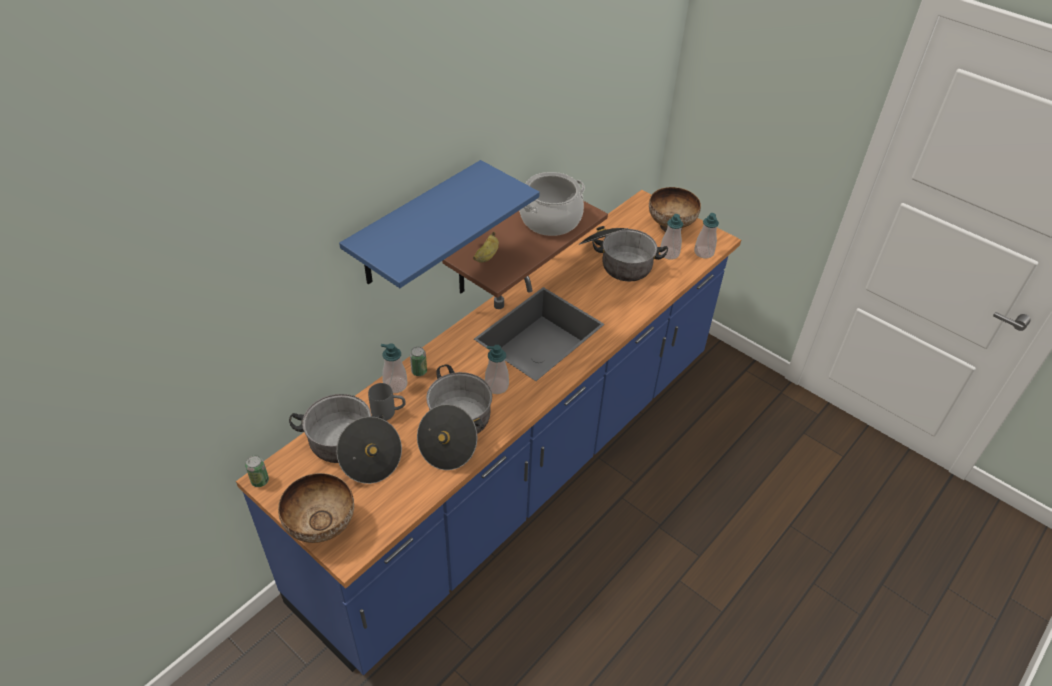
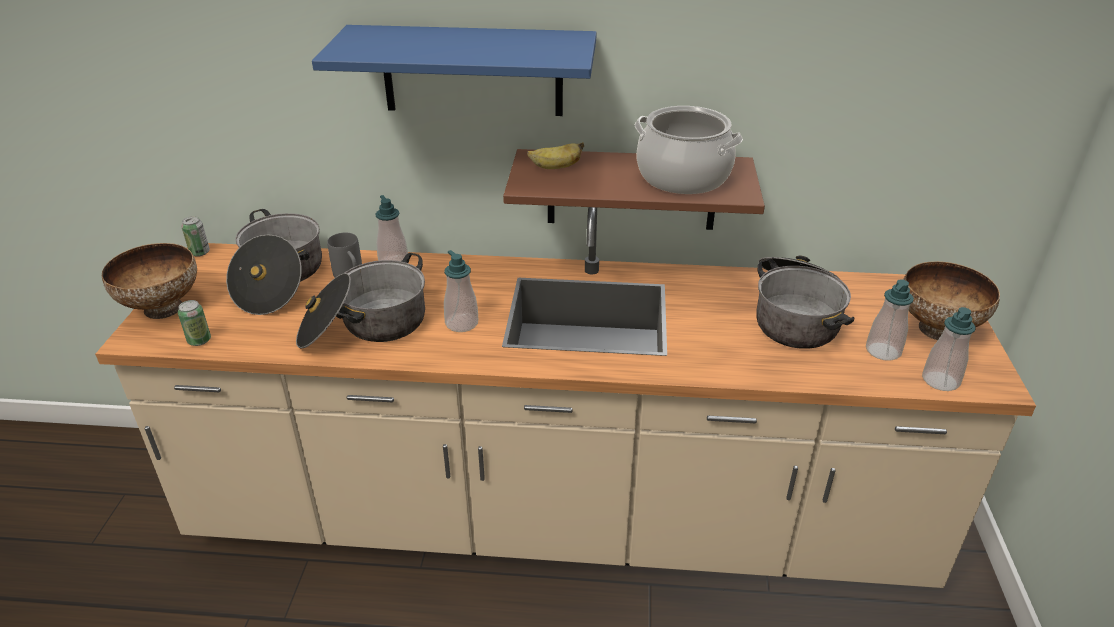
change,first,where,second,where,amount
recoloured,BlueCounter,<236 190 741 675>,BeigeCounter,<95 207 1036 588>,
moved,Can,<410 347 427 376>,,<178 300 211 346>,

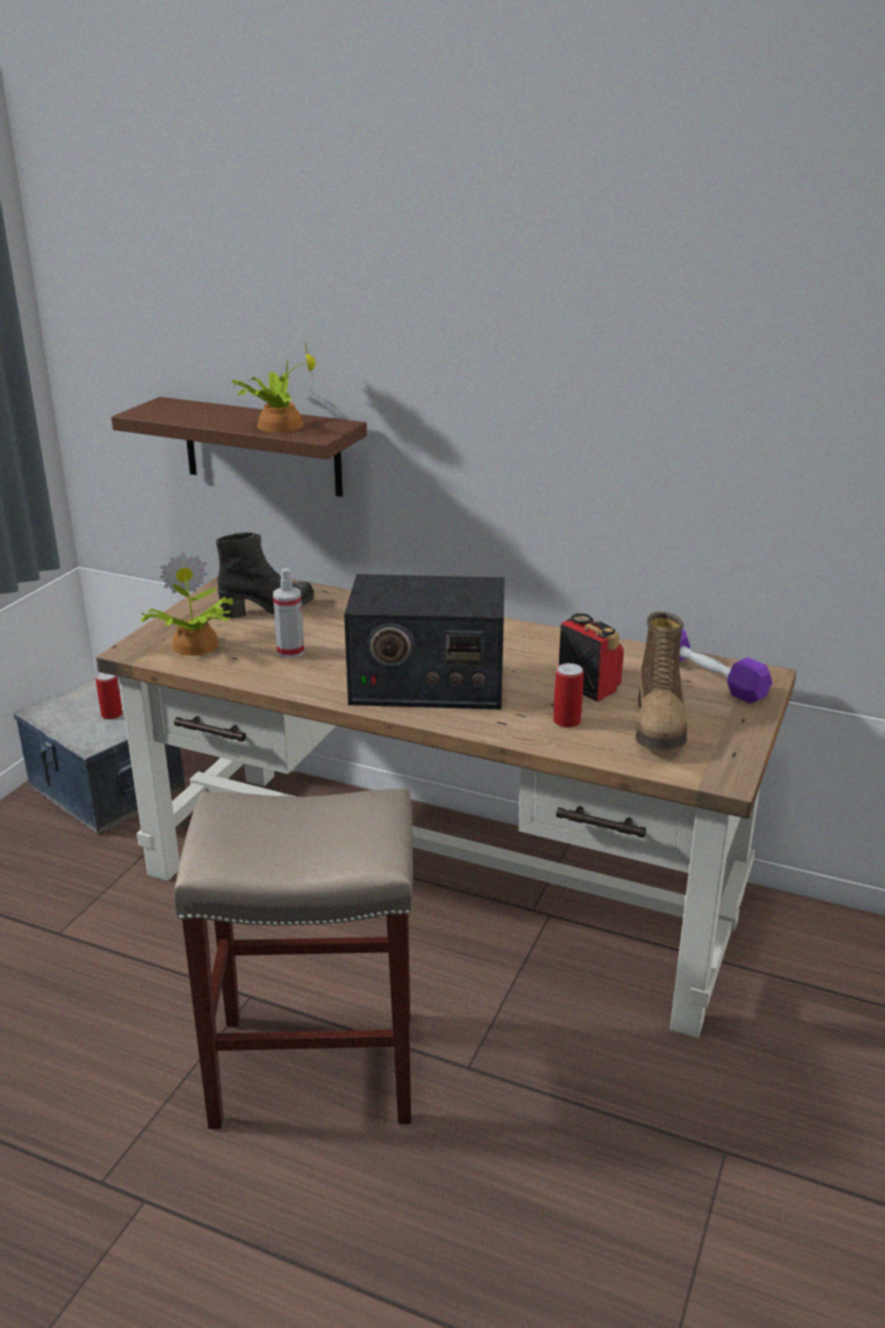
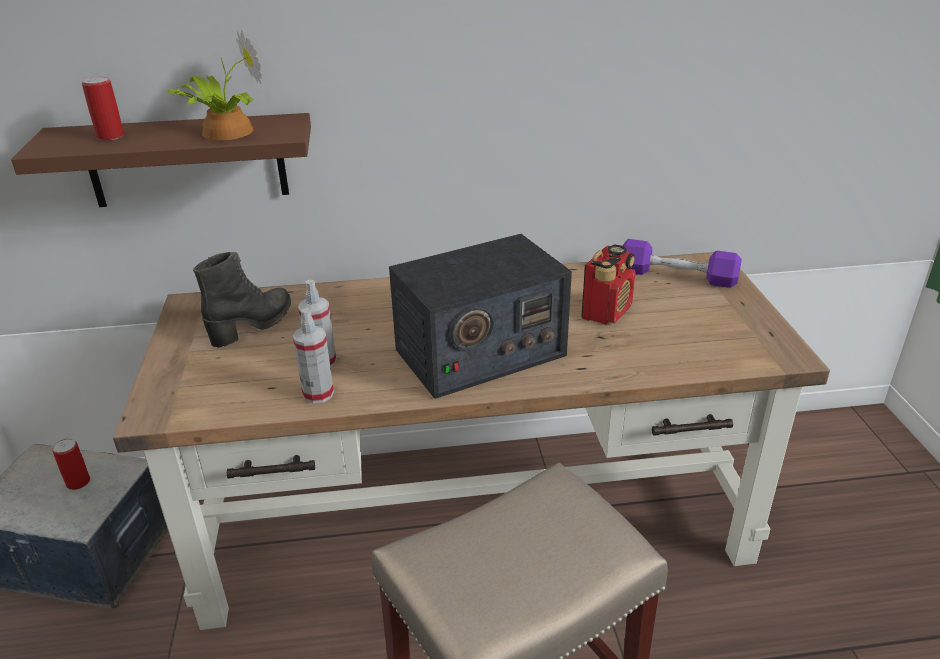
change,first,where,second,where,amount
removed,PottedPlant,<141 553 233 656>,,,
moved,Can,<553 663 584 728>,,<82 76 124 141>,
turned,Radio,<559 613 624 702>,,<581 245 636 325>,105 degrees clockwise
removed,Boot,<635 611 687 751>,,,
added,,,SprayBottle,<293 308 334 404>,

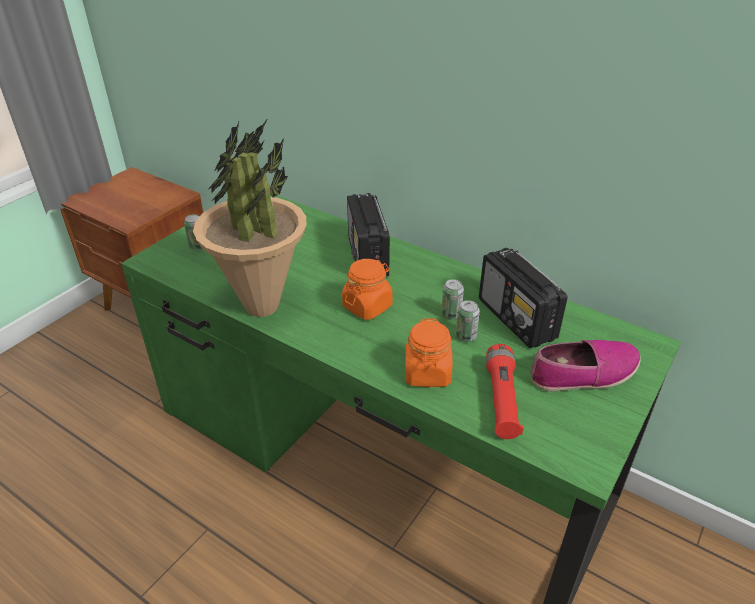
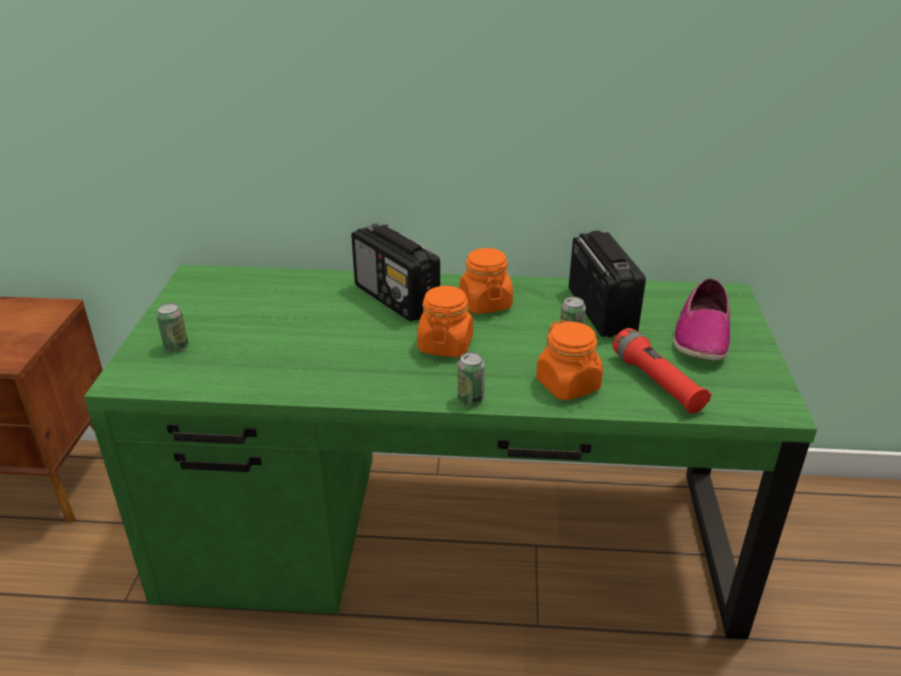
change,first,where,second,where,amount
removed,PottedPlant,<193 118 306 317>,,,
moved,Can,<441 279 464 320>,,<458 352 485 406>,
turned,Radio,<479 248 568 348>,,<569 231 646 337>,135 degrees counterclockwise
turned,Shoe,<531 340 641 392>,,<673 278 730 361>,150 degrees clockwise
added,,,OrangeJar,<460 248 513 314>,

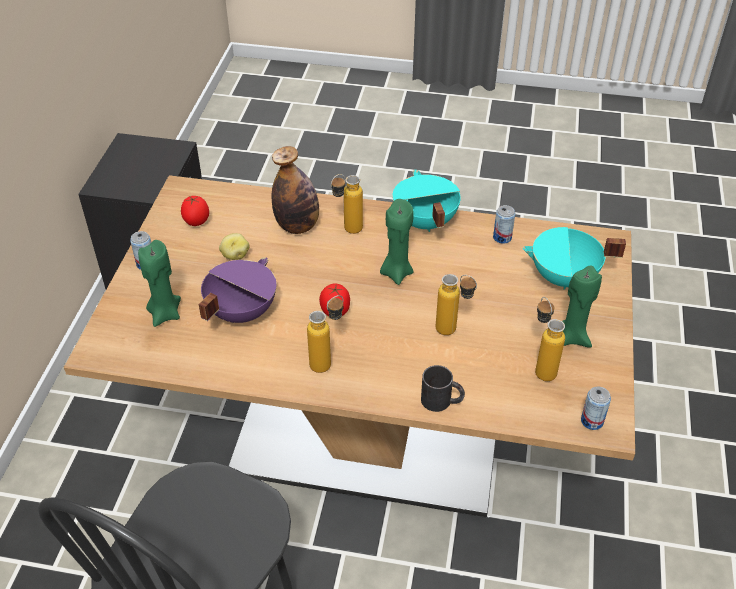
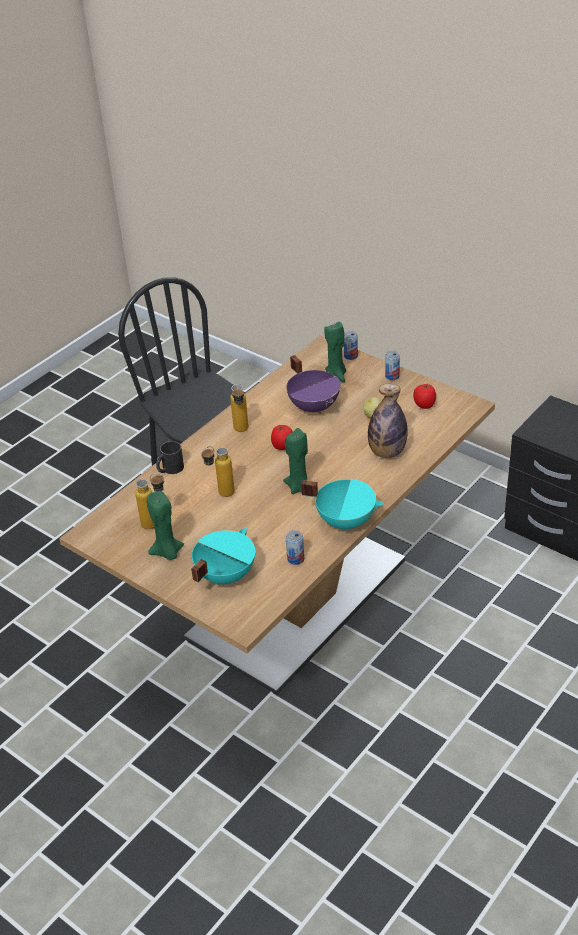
change,first,where,second,where,amount
removed,Bottle,<331 174 363 234>,,,
moved,Can,<581 387 611 430>,,<344 331 358 360>,

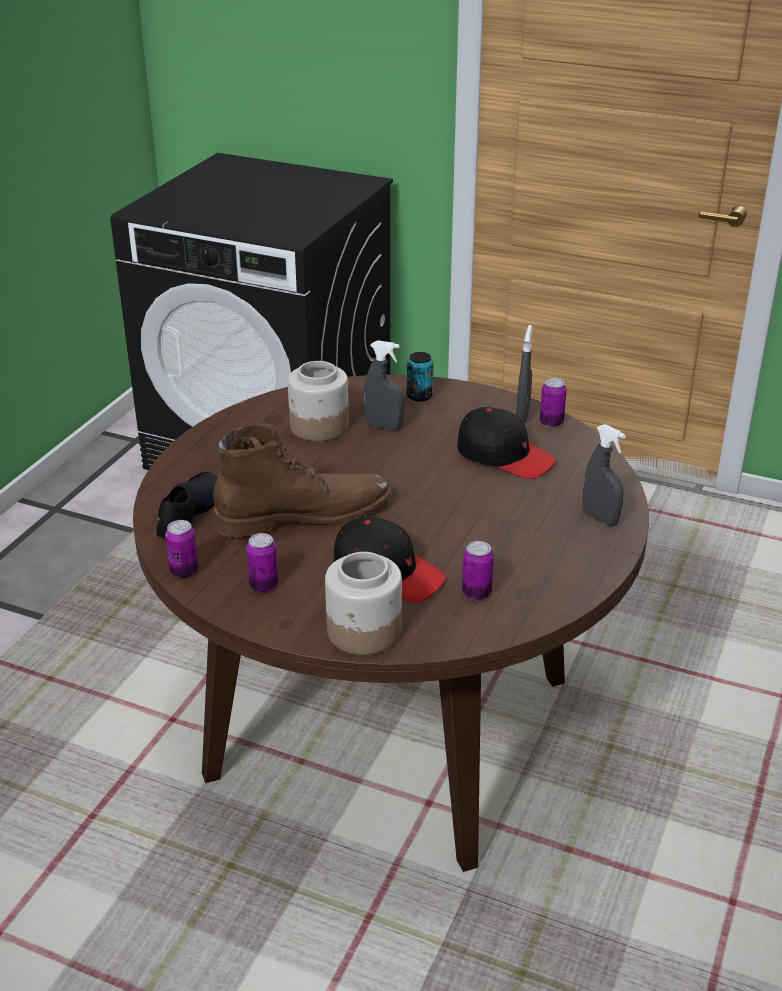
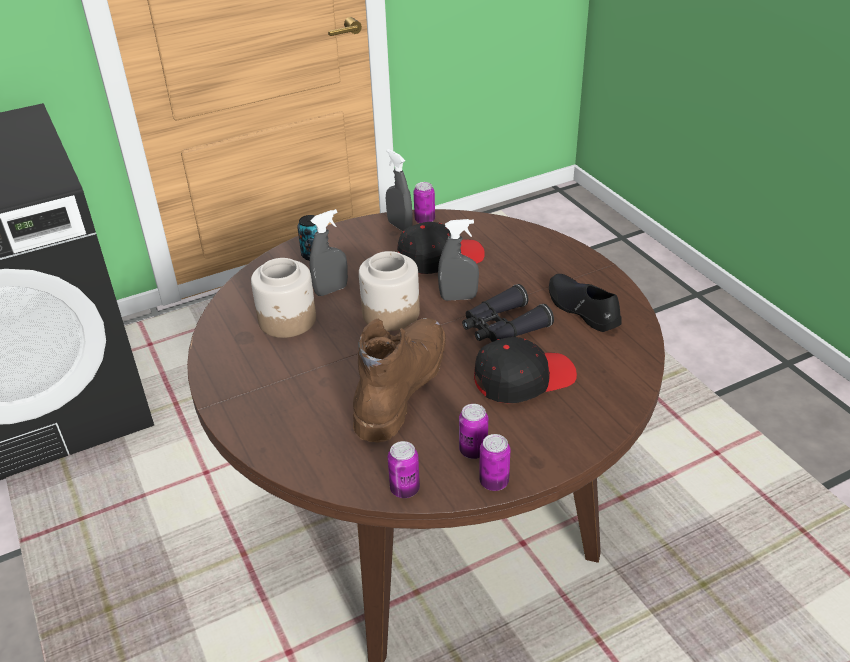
change,first,where,second,where,amount
moved,BlackShoe,<156 472 218 537>,,<549 274 622 332>,
moved,Jar,<325 552 402 655>,,<359 251 420 331>,
moved,Can,<462 541 494 600>,,<479 434 511 491>,
moved,GreySprayBottle,<582 424 626 526>,,<438 219 479 301>,
added,,,BlackBinoculars,<462 284 554 342>,

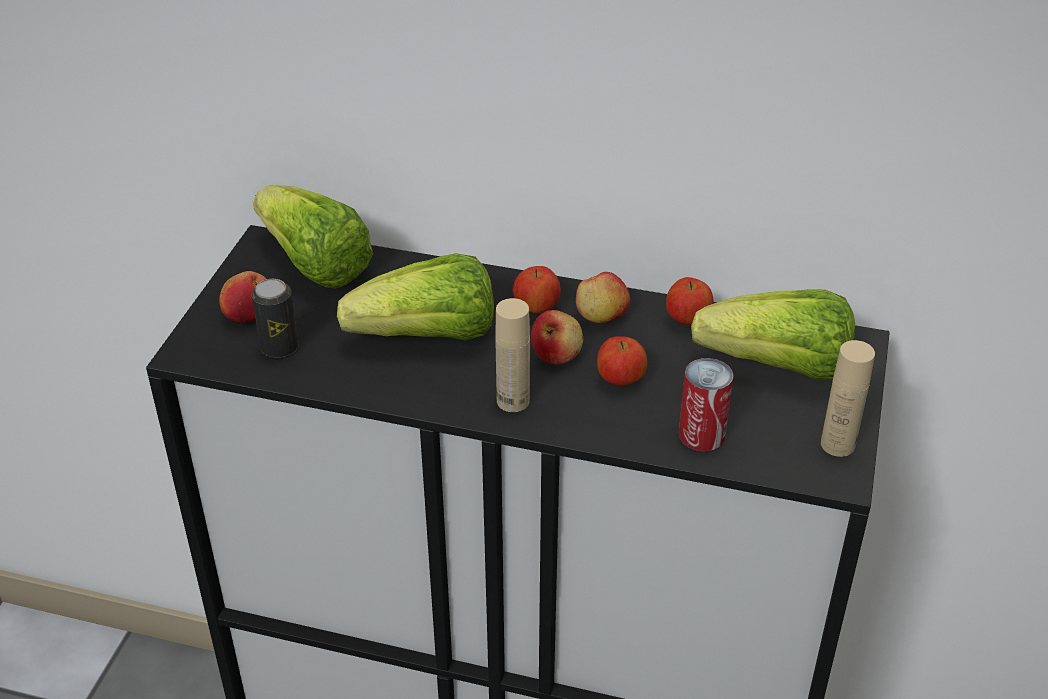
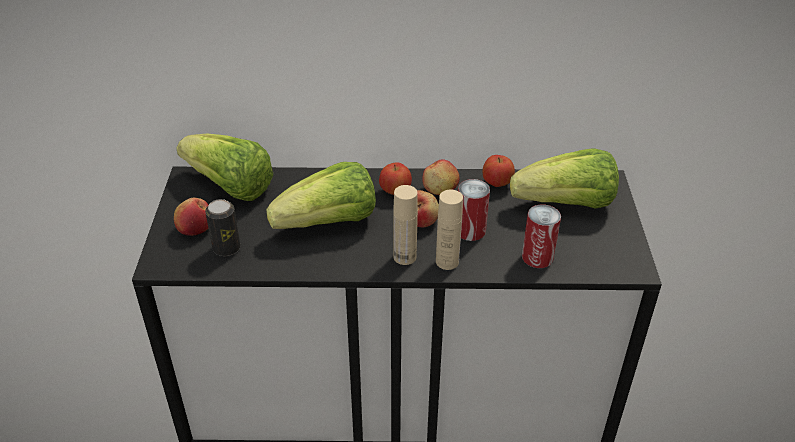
change,first,where,second,where,amount
replaced,Apple,<597 336 647 386>,Can,<458 179 490 241>,
moved,BeigeBottle,<821 340 875 457>,,<436 190 463 270>,

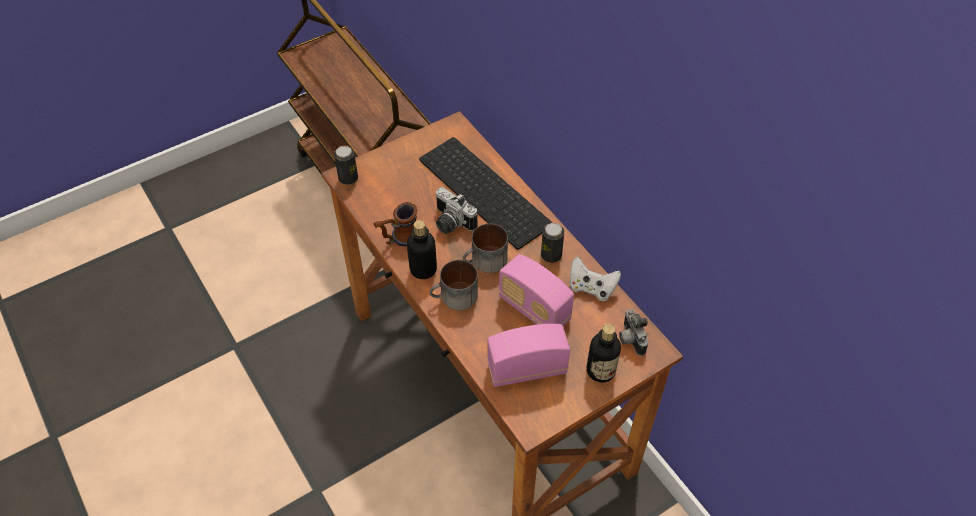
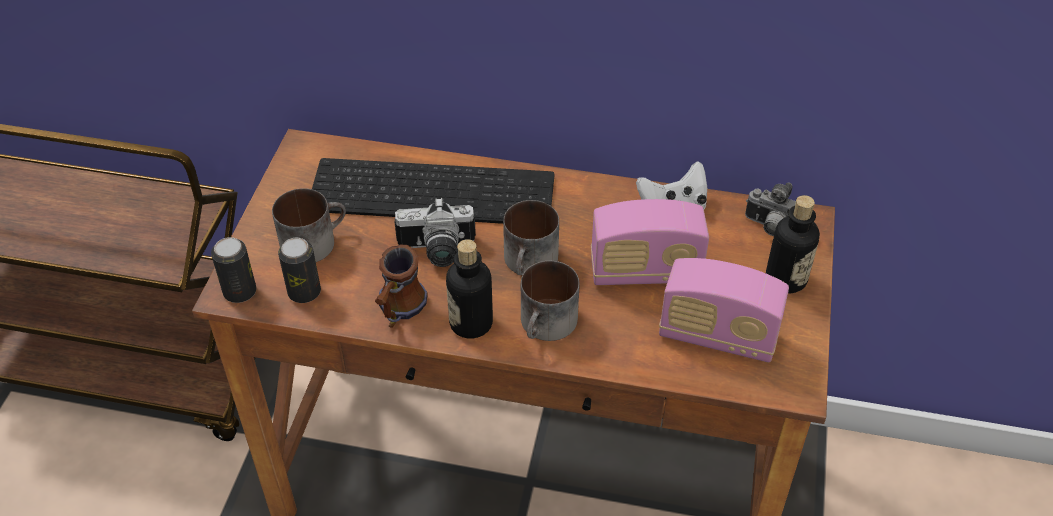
change,first,where,second,where,amount
turned,Radio,<487 324 570 387>,,<659 258 789 363>,105 degrees counterclockwise
moved,Can,<541 223 564 263>,,<278 238 321 303>,
added,,,Mug,<272 188 346 262>,

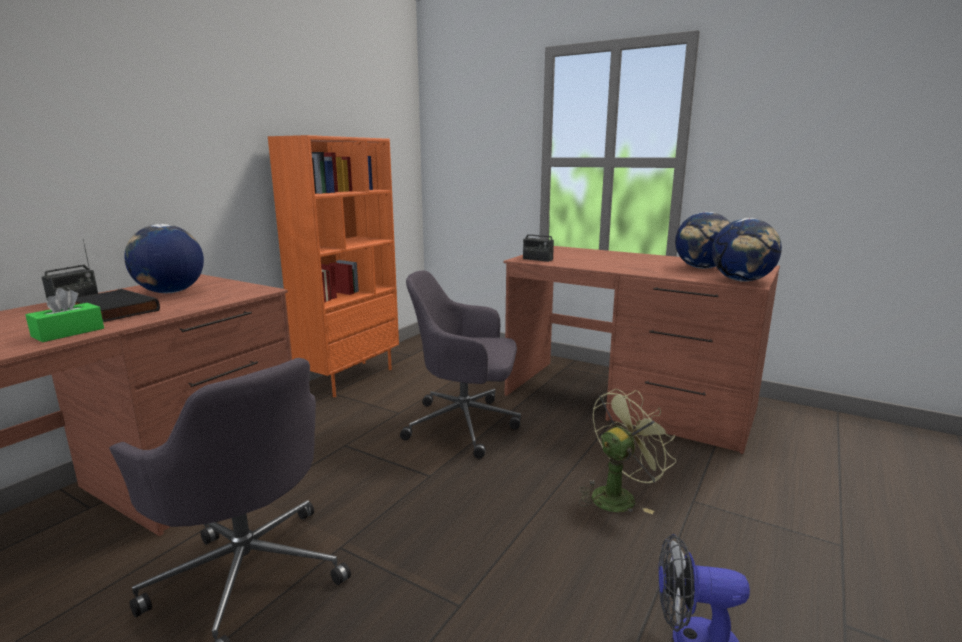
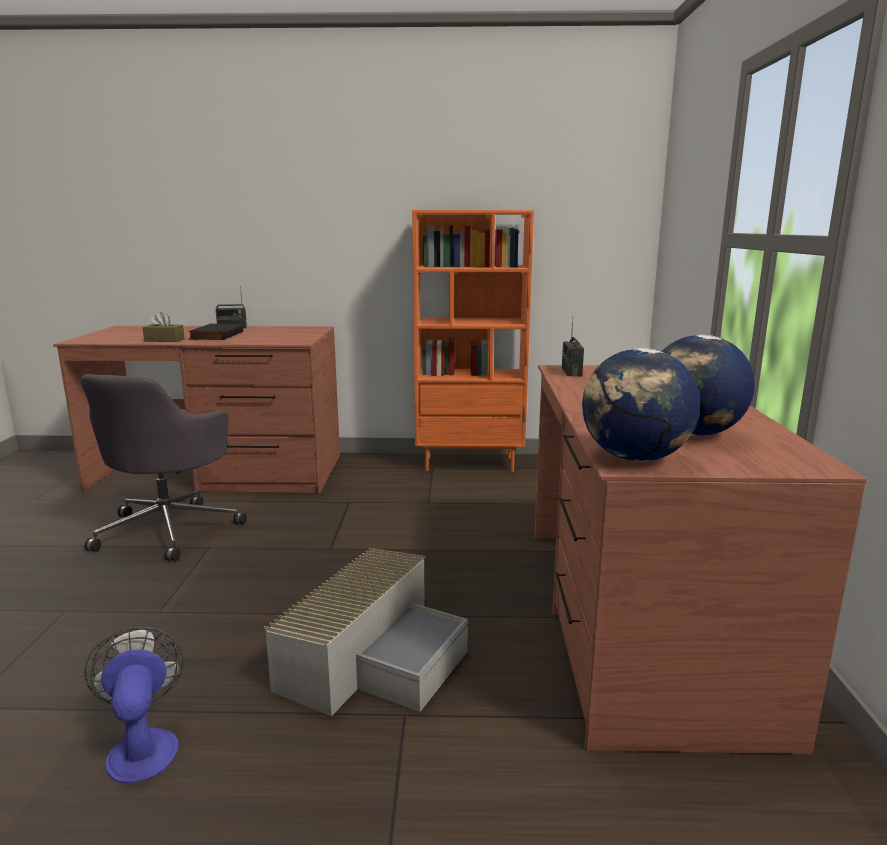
change,first,where,second,where,amount
recoloured,GreenTissueBox,<25 288 104 342>,BrownTissueBox,<142 312 185 342>,
removed,Globe,<124 224 204 293>,,,
removed,GreyOfficeChair,<400 270 521 459>,,,
replaced,GreenFan,<579 389 676 514>,GreyStorageBox,<264 548 468 716>,

